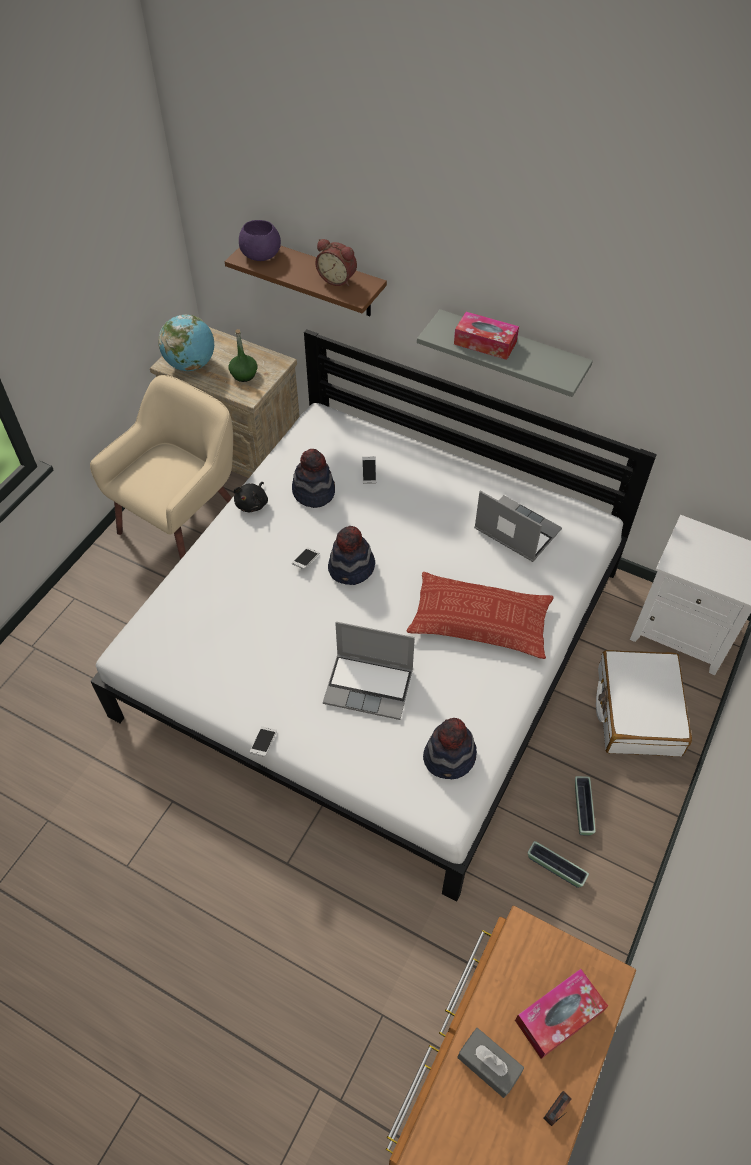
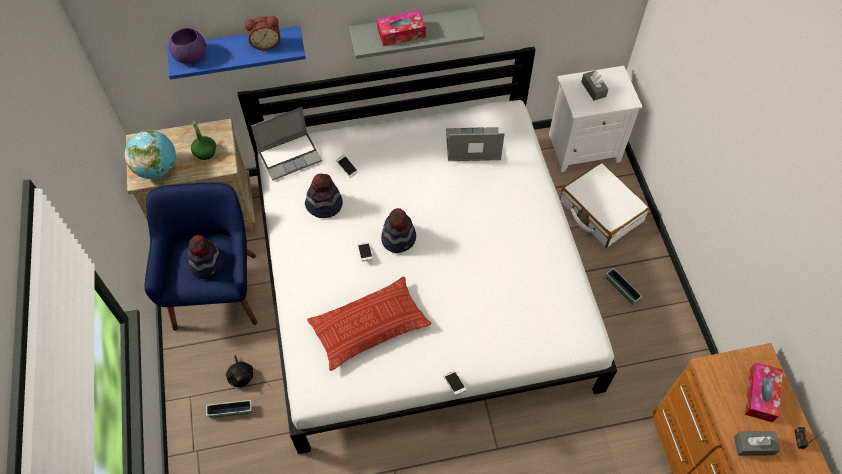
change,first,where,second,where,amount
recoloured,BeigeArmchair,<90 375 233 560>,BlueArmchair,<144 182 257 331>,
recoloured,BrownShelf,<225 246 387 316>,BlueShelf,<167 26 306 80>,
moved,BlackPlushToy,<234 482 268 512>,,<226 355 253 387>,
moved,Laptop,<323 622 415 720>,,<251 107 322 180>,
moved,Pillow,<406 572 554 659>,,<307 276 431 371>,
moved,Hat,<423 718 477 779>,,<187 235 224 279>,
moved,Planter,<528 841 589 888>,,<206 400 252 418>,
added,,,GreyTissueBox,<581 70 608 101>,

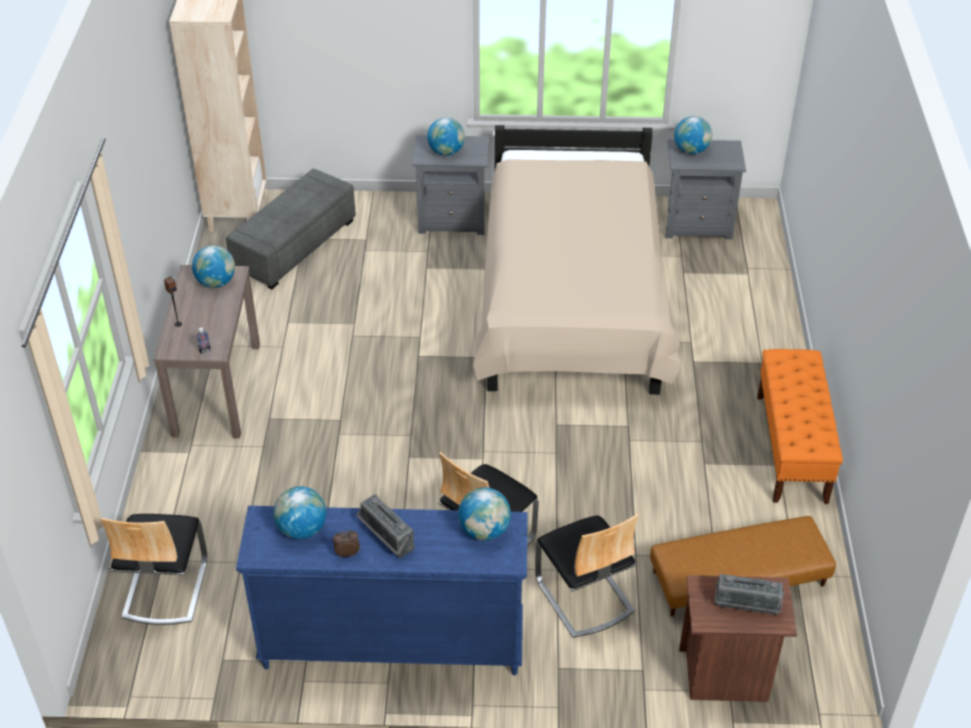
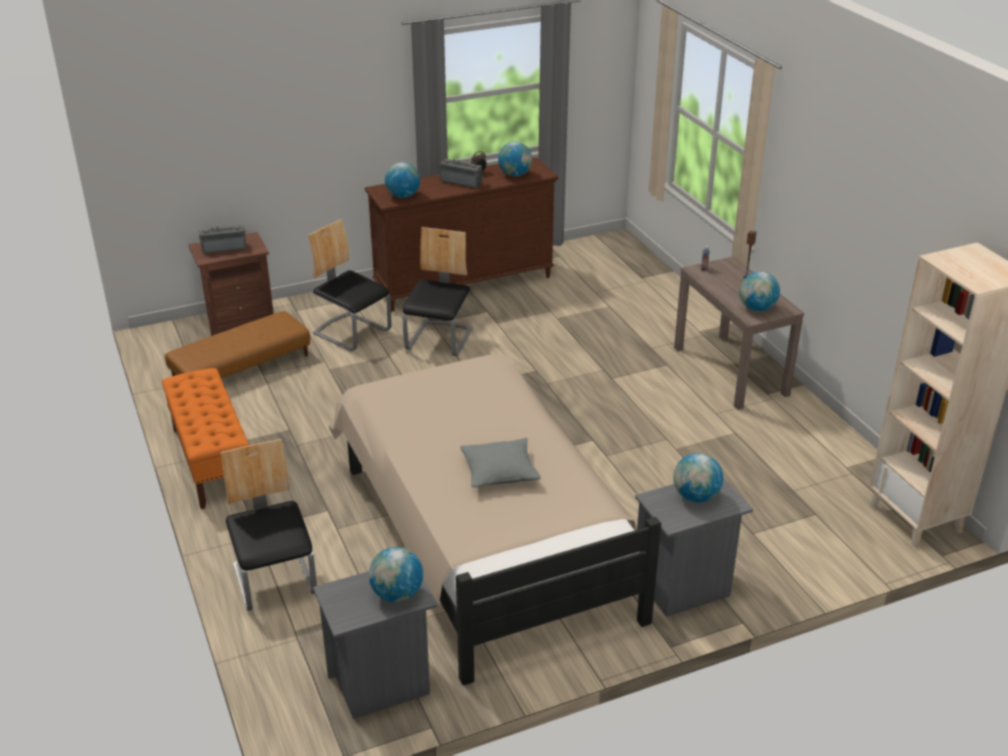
change,first,where,second,where,amount
moved,Chair,<101 514 207 625>,,<220 439 317 611>,
removed,GreyOttoman,<226 169 356 289>,,,
recoloured,BlueDresser,<236 506 528 676>,BrownDresser,<365 157 558 311>,
added,,,GreyPillow,<460 438 541 487>,

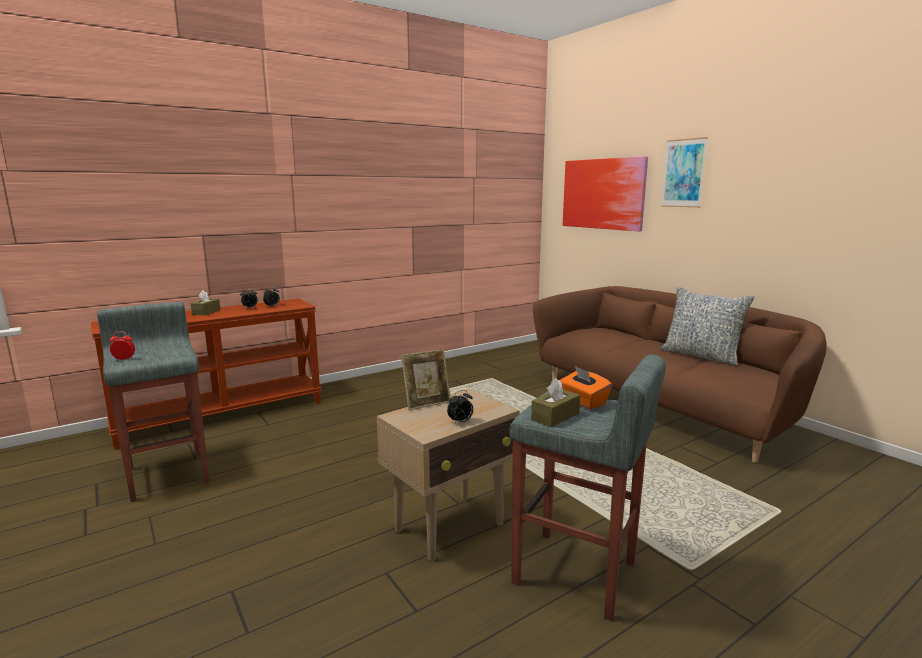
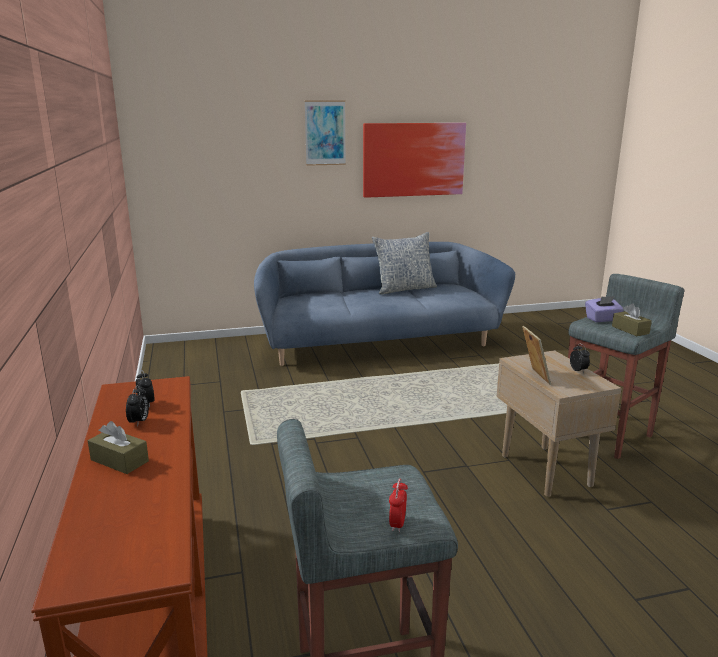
change,first,where,second,where,amount
recoloured,BrownSofa,<533 286 827 463>,BlueSofa,<254 242 515 366>,
recoloured,OrangeTissueBox,<559 366 612 409>,PurpleTissueBox,<585 296 624 322>,
moved,Picture,<563 156 648 232>,,<363 123 466 198>,

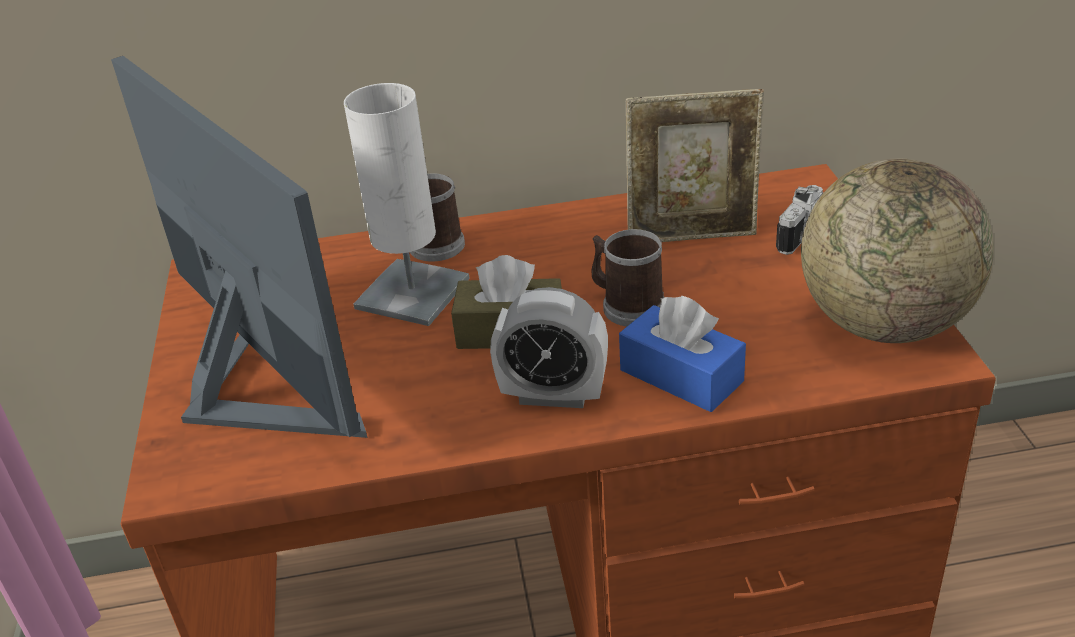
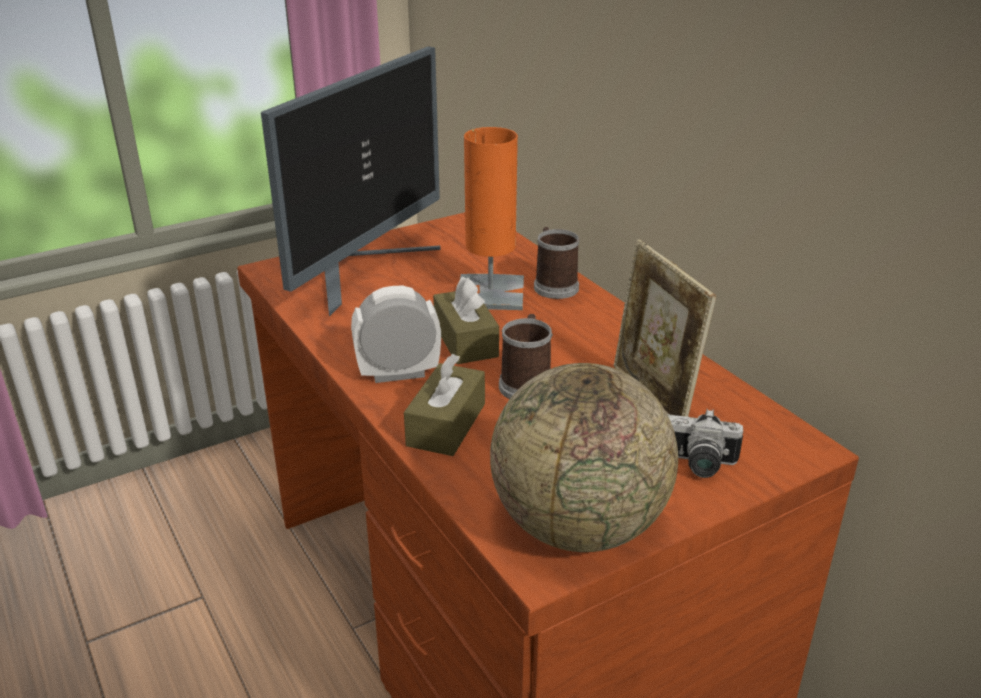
change,first,where,second,where,amount
recoloured,WhiteTableLamp,<344 83 470 326>,OrangeTableLamp,<460 127 524 310>,
turned,AlarmClock,<490 287 608 408>,,<351 285 441 383>,90 degrees clockwise
recoloured,BlueTissueBox,<619 296 746 412>,BrownTissueBox,<404 354 485 456>,

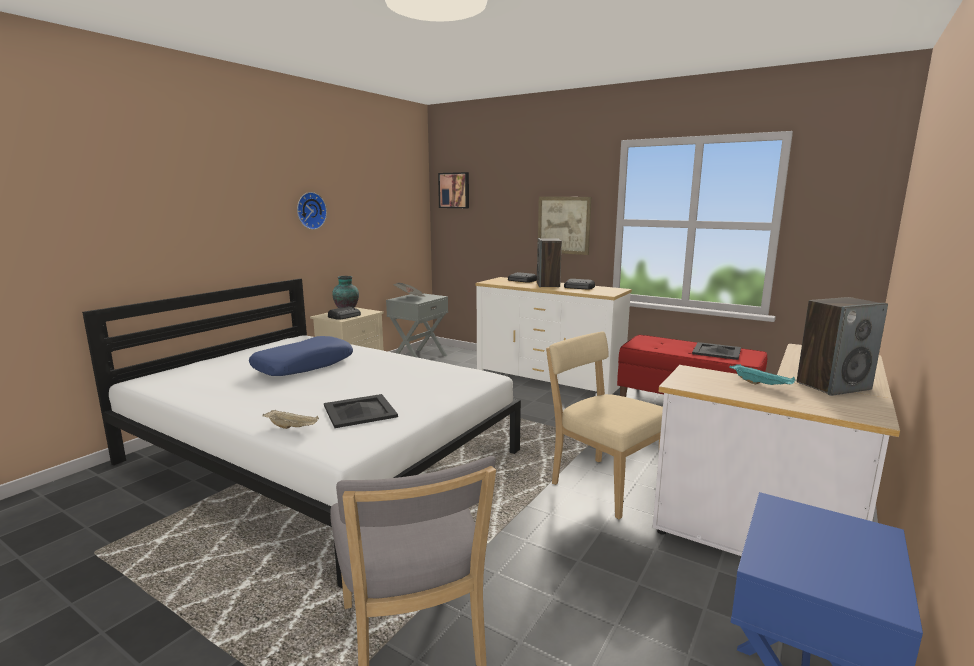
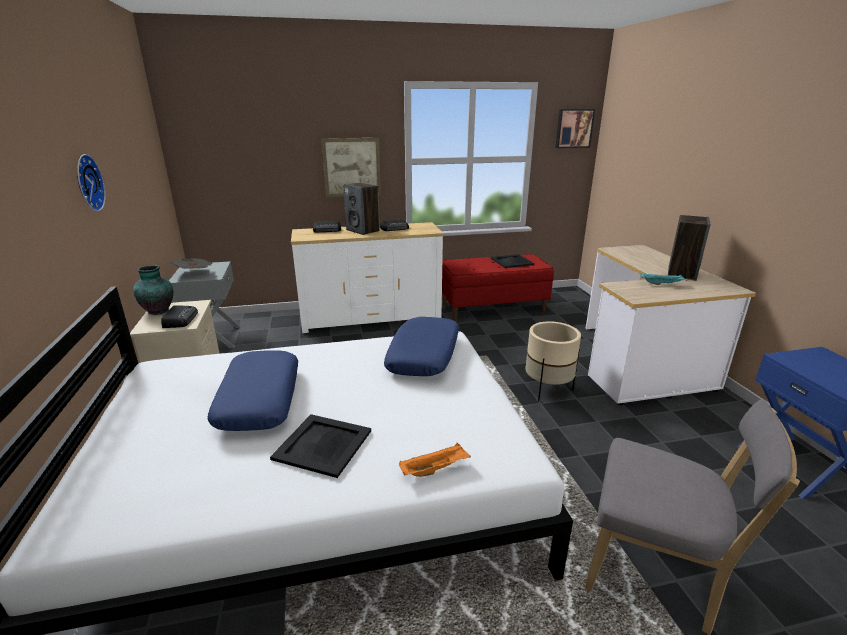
change,first,where,second,where,amount
recoloured,BeigeTray,<263 410 319 429>,OrangeTray,<399 443 471 477>,
moved,BlackTray,<324 394 398 428>,,<270 414 371 478>,
moved,Picture,<438 172 469 208>,,<555 109 595 148>,
replaced,BeigeChair,<546 331 663 519>,BeigePlanter,<525 321 581 401>,
added,,,BluePillow,<384 317 459 376>,

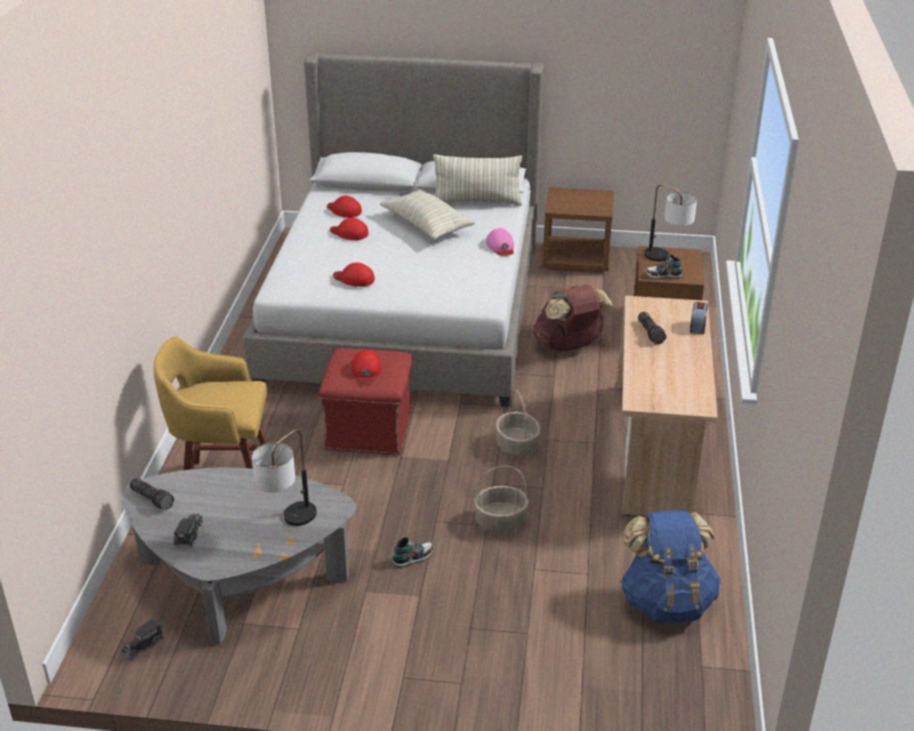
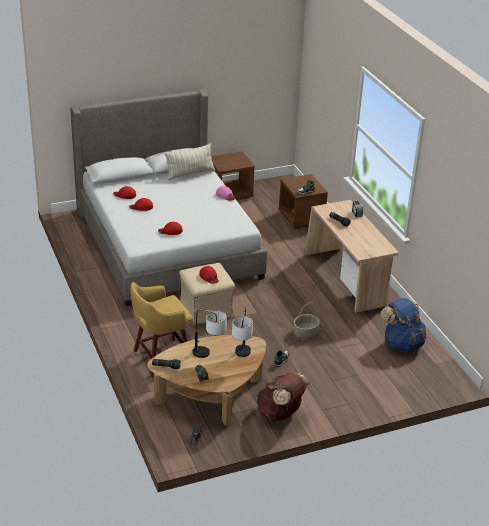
change,first,where,second,where,amount
recoloured,GreyCoffeeTable,<122 467 356 644>,BrownCoffeeTable,<147 335 266 426>,
recoloured,RedOttoman,<319 348 413 455>,BeigeOttoman,<179 263 235 325>,
removed,Pillow,<380 190 475 240>,,,
removed,Basket,<496 389 541 457>,,,
moved,BrownBackpack,<533 284 613 352>,,<257 373 311 421>,
moved,TableLamp,<644 184 697 261>,,<192 309 227 358>,

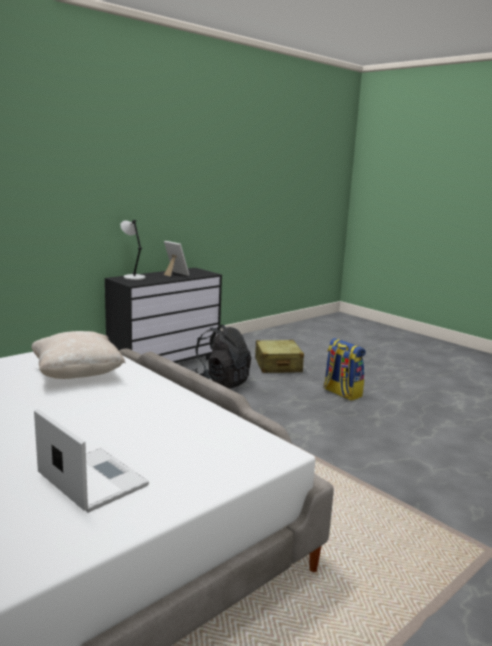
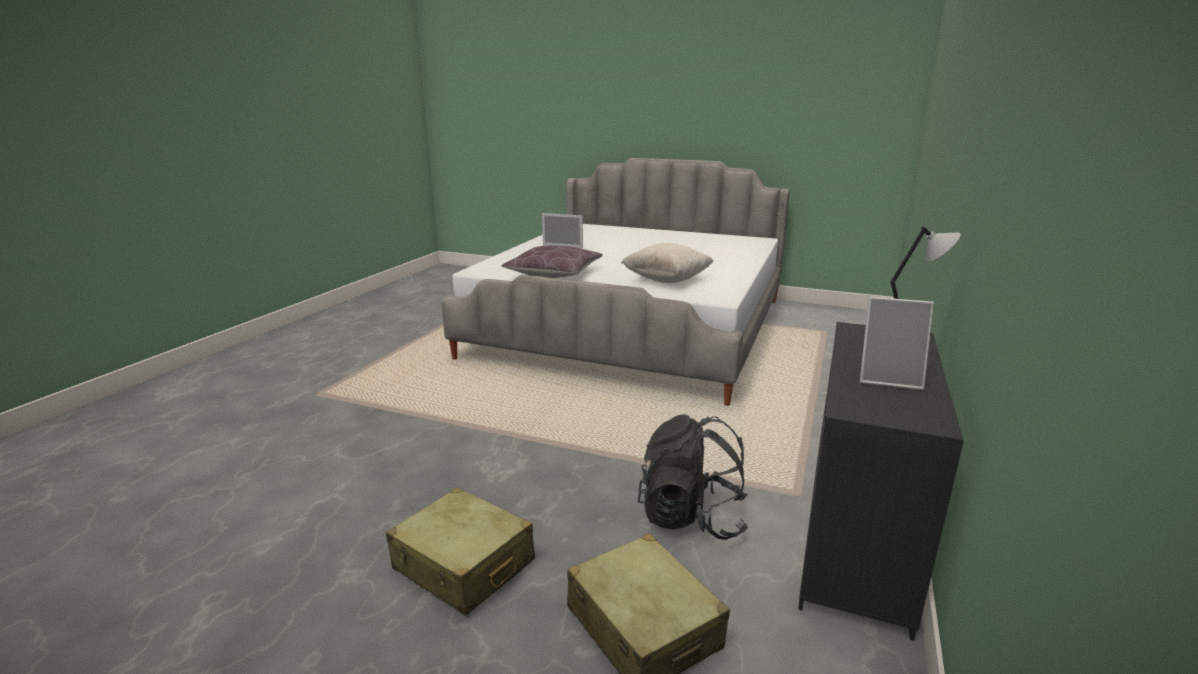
change,first,where,second,where,amount
replaced,Backpack,<323 338 366 401>,BeigeSuitcase,<386 487 535 615>,
added,,,BrownPillow,<501 245 603 278>,

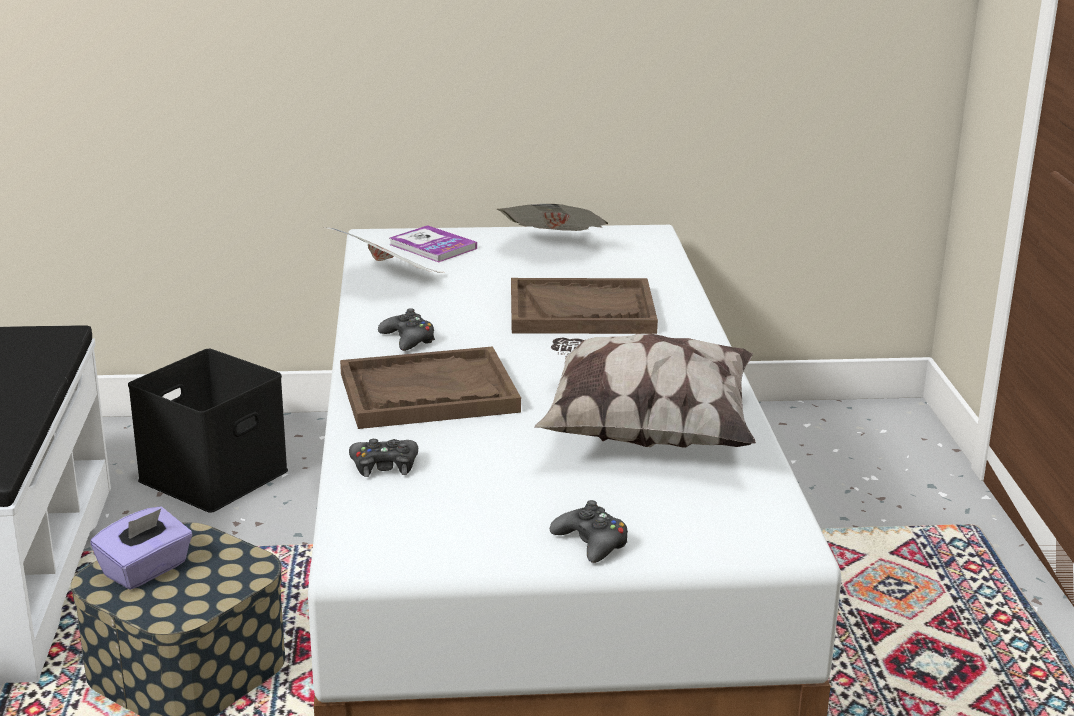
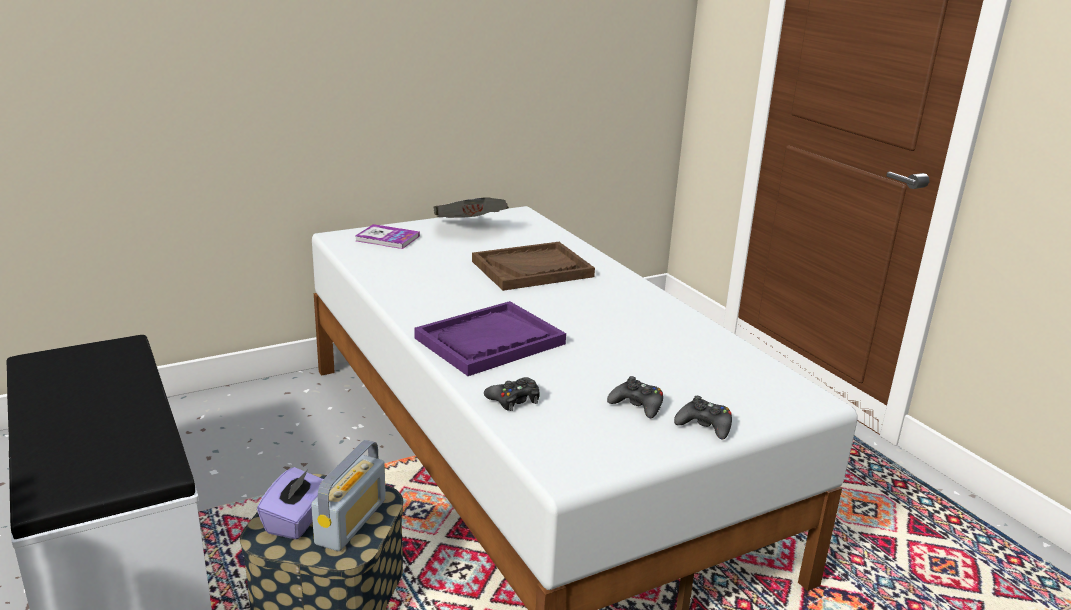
change,first,where,second,where,amount
removed,BlackStorageBox,<128 349 288 513>,,,
removed,Newspaper,<326 227 446 273>,,,
recoloured,BrownTray,<340 346 521 429>,PurpleTray,<414 301 566 376>,
moved,BlackGameController,<378 308 435 351>,,<607 376 663 418>,
removed,Pillow,<534 334 756 448>,,,
added,,,Radio,<311 440 386 551>,

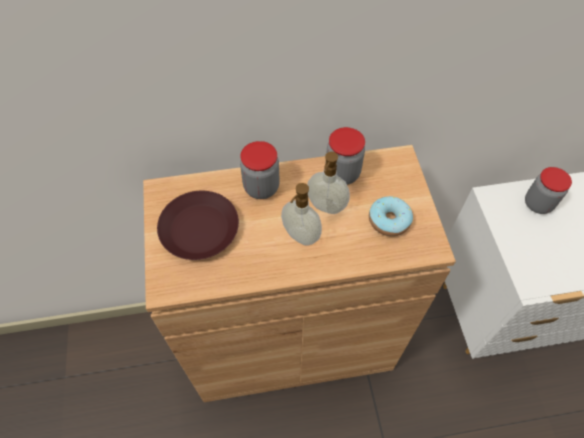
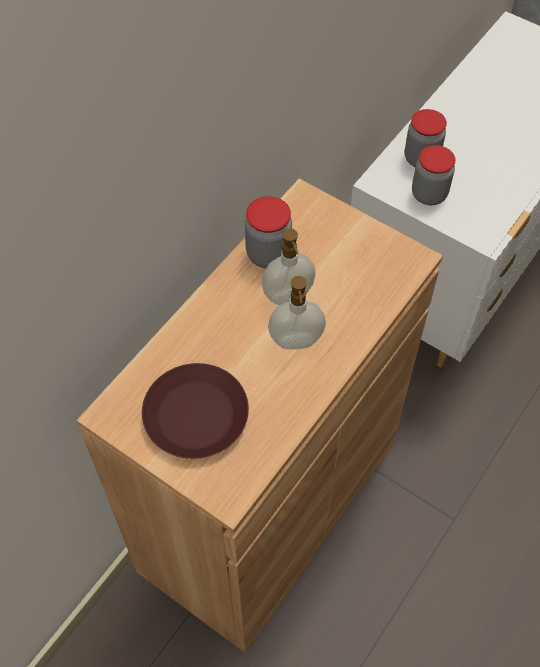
change,first,where,second,where,amount
moved,Jar,<240 141 280 199>,,<412 145 456 205>,
removed,Donut,<369 196 413 236>,,,

